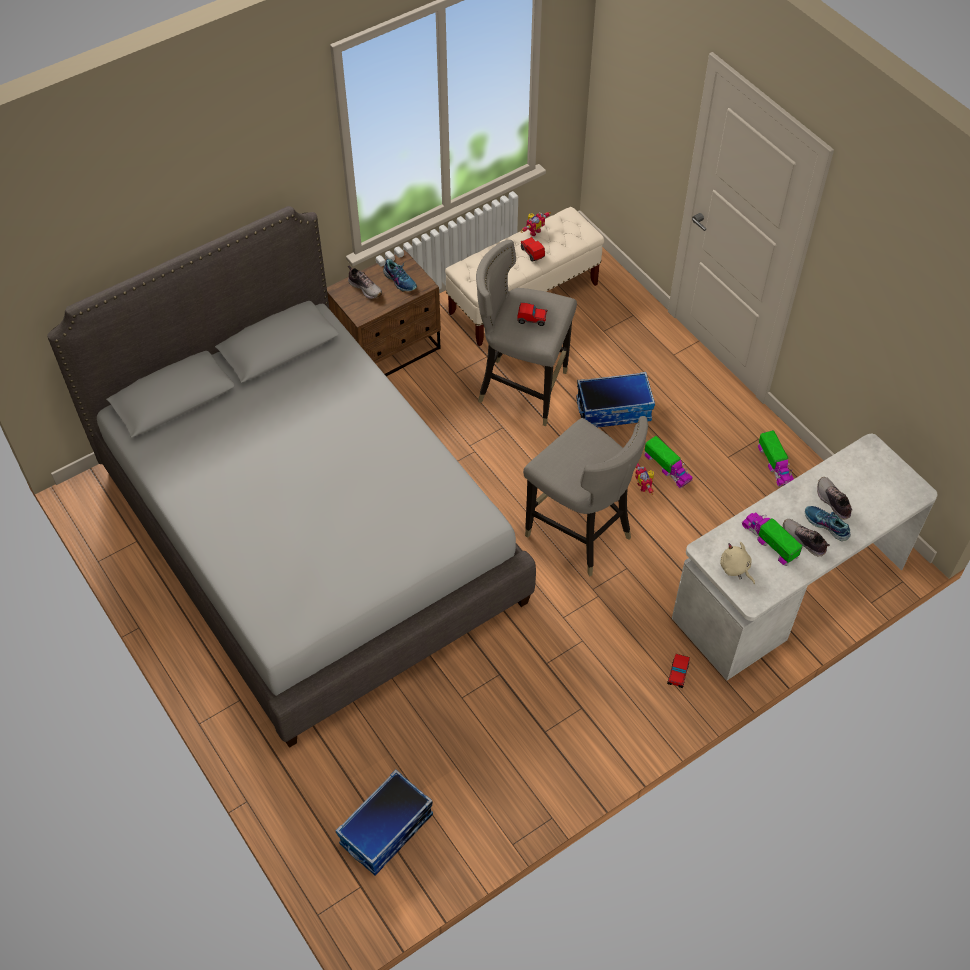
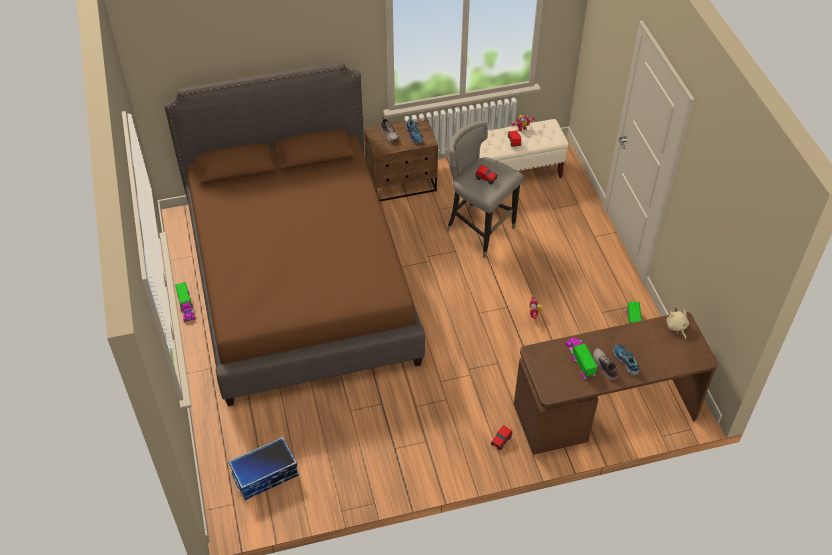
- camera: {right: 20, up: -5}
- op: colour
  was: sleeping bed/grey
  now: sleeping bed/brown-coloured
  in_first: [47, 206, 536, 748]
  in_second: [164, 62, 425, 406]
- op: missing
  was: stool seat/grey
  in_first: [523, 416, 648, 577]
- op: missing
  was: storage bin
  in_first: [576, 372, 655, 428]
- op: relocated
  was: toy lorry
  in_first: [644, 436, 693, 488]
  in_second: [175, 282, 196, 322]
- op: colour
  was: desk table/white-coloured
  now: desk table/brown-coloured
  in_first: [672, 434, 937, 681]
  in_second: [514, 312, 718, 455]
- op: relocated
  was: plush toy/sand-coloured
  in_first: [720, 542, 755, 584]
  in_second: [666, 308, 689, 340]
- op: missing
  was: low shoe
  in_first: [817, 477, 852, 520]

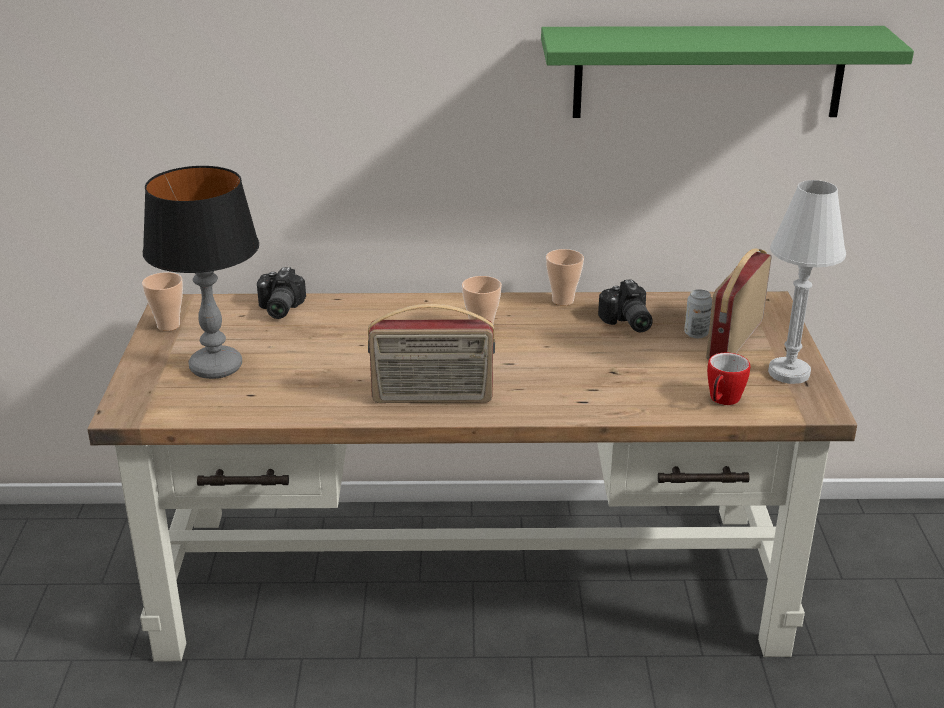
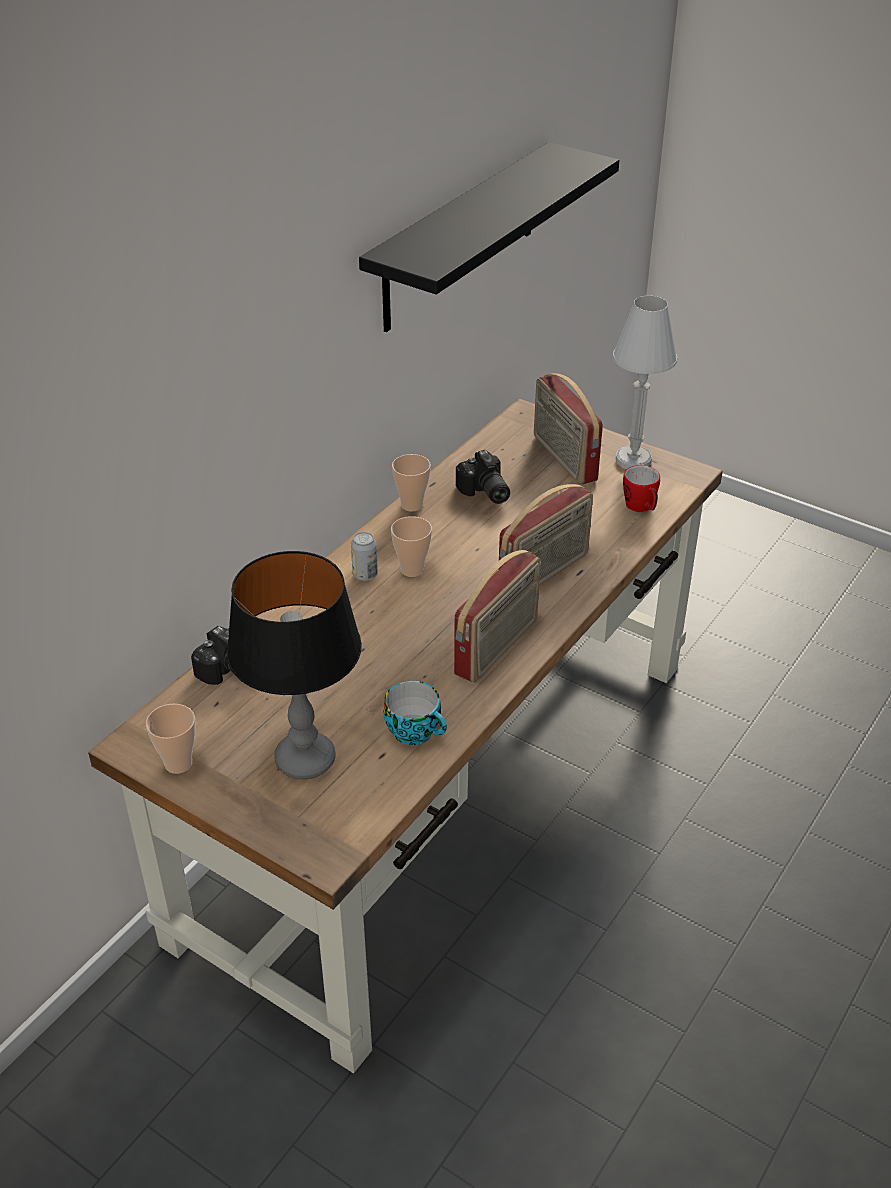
- camera: {right: -55, up: 10}
- op: colour
  was: bracket shelf/greenish
  now: bracket shelf/black
  in_first: [541, 26, 914, 118]
  in_second: [359, 142, 619, 332]
- op: spun
  was: still camera
  in_first: [598, 279, 653, 332]
  in_second: [456, 450, 510, 504]
  clockwise: 45
- op: relocated
  was: metal can
  in_first: [684, 289, 712, 338]
  in_second: [351, 532, 378, 581]
- op: appeared
  now: cup
  in_second: [383, 681, 447, 745]
- op: appeared
  now: radio set
  in_second: [498, 484, 593, 586]

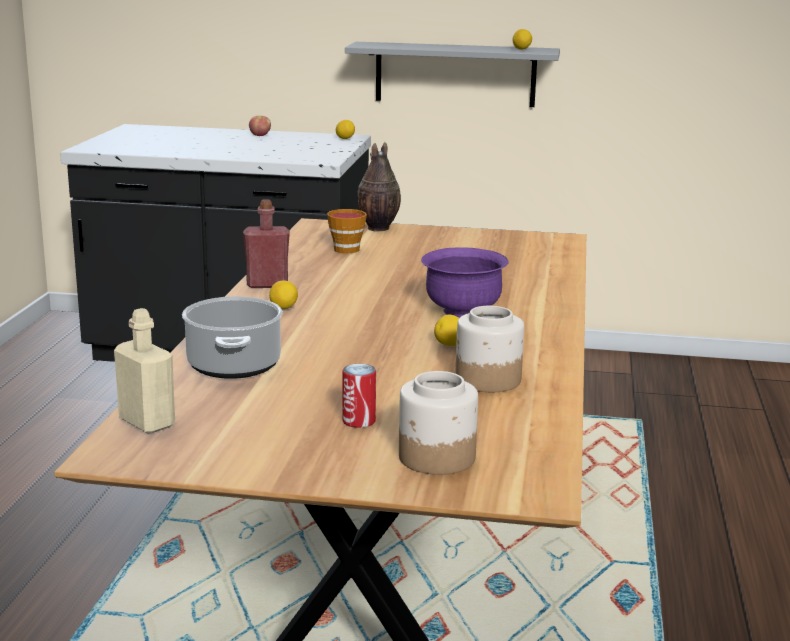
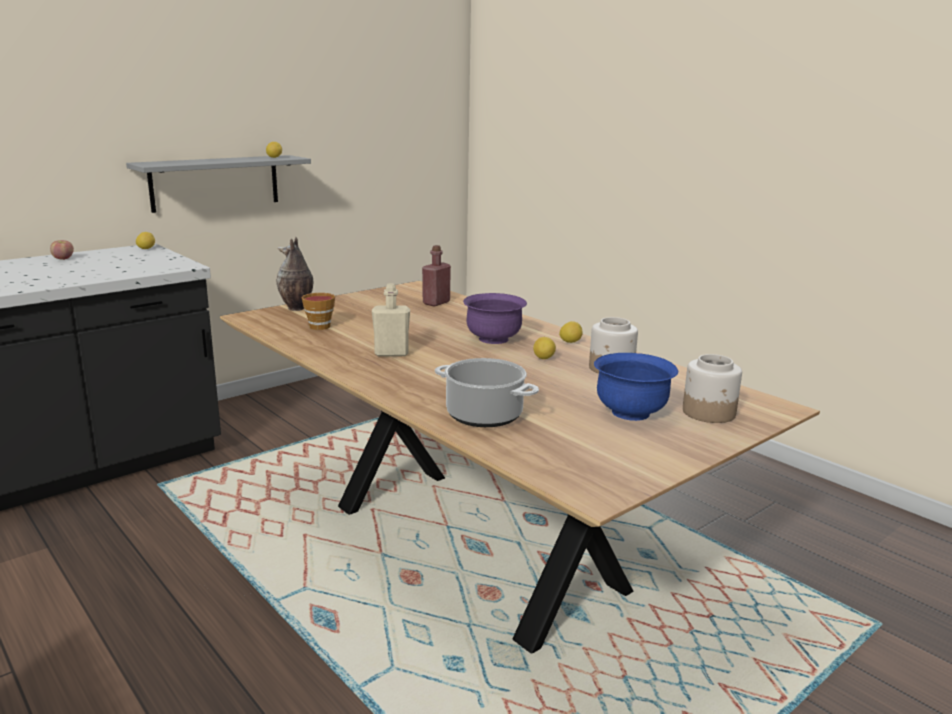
- camera: {right: -50, up: 0}
- op: relocated
  was: drink bottle/sand-coloured
  in_first: [114, 308, 175, 434]
  in_second: [372, 284, 410, 357]
- op: relocated
  was: drink bottle/reddish
  in_first: [243, 200, 290, 288]
  in_second: [422, 245, 451, 306]
- op: relocated
  was: lemon
  in_first: [269, 281, 298, 309]
  in_second: [559, 321, 583, 343]
- op: exchanged
  was: metal can
  now: bowl/blue
  in_first: [342, 364, 376, 428]
  in_second: [594, 353, 678, 421]

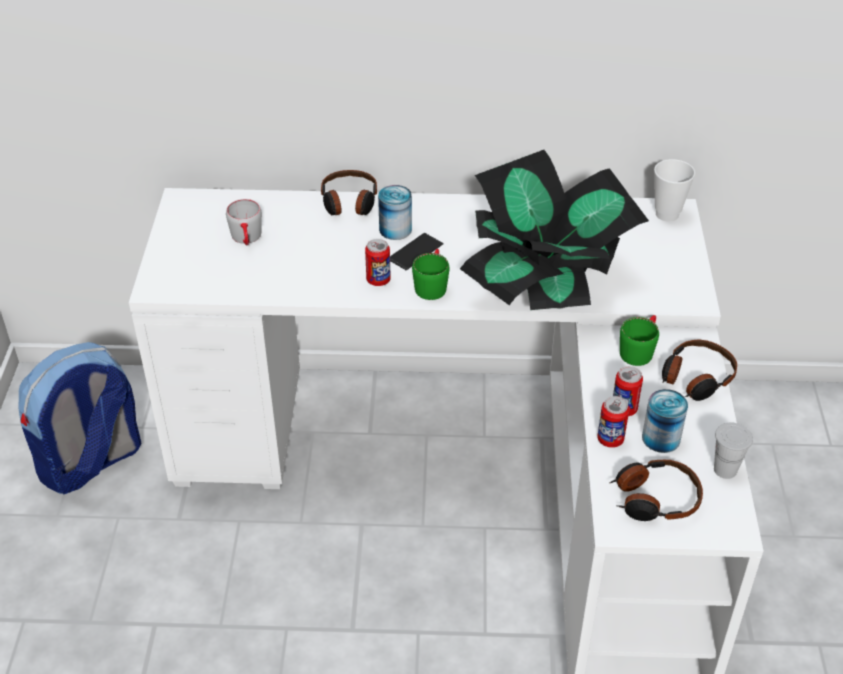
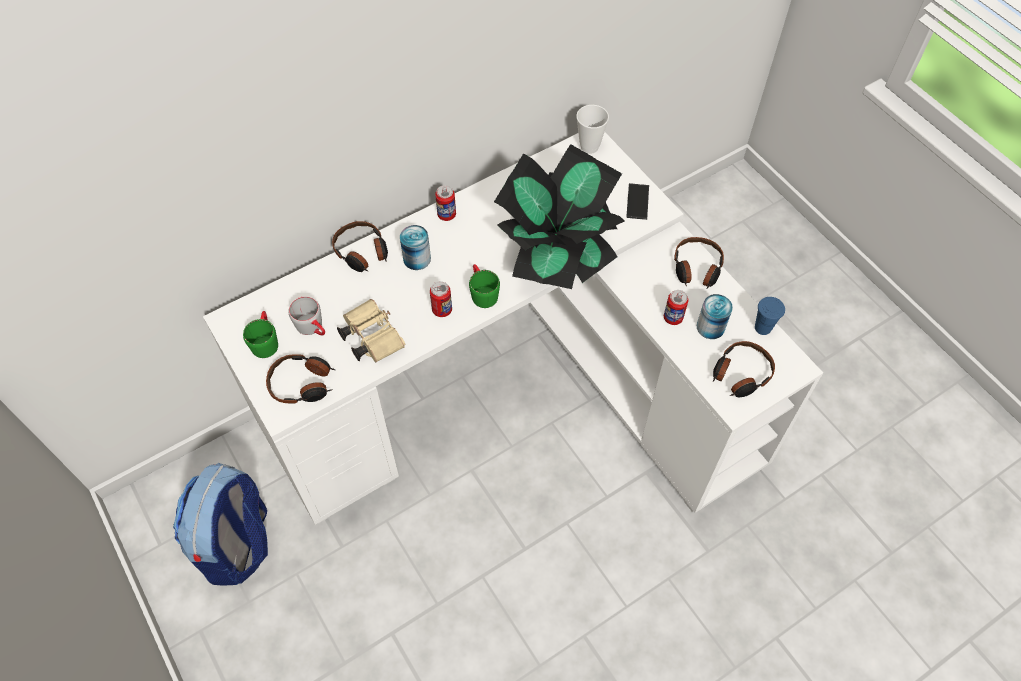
- camera: {right: -35, up: 15}
- op: relocated
  was: telephone
  in_first: [390, 233, 443, 270]
  in_second: [626, 183, 649, 220]
- op: relocated
  was: metal can
  in_first: [597, 396, 629, 448]
  in_second: [435, 185, 456, 221]
- op: relocated
  was: coffee mug/greenish
  in_first: [620, 315, 659, 366]
  in_second: [243, 311, 278, 358]
- op: colour
  was: cup/white-coloured
  now: cup/blue
  in_first: [714, 423, 753, 479]
  in_second: [755, 297, 785, 335]
- op: appeared
  now: headset
  in_second: [266, 354, 336, 404]
- op: appeared
  now: field glasses/sand-coloured
  in_second: [337, 299, 406, 362]

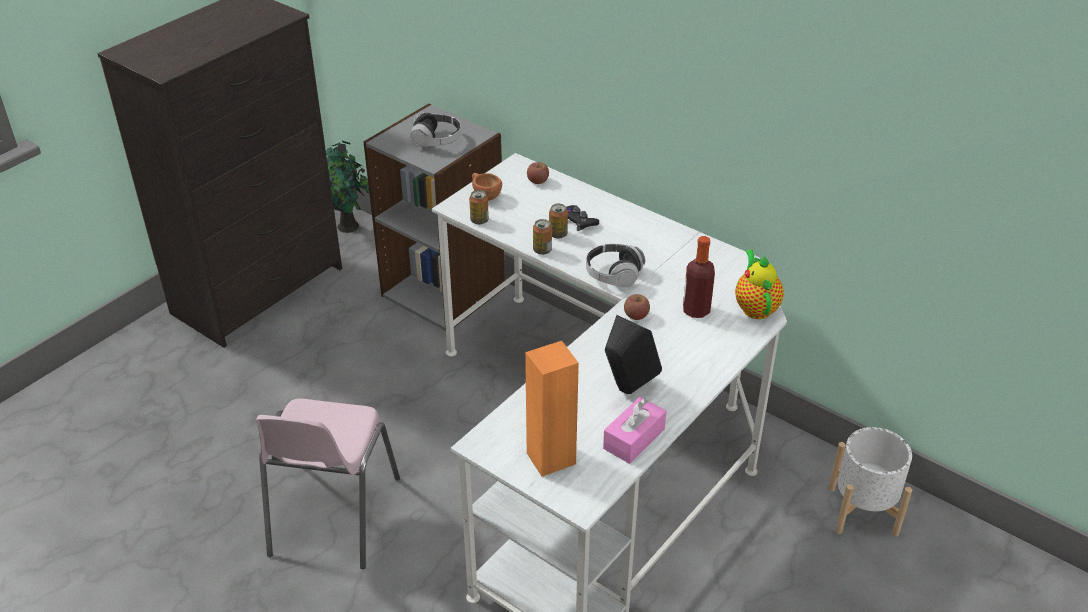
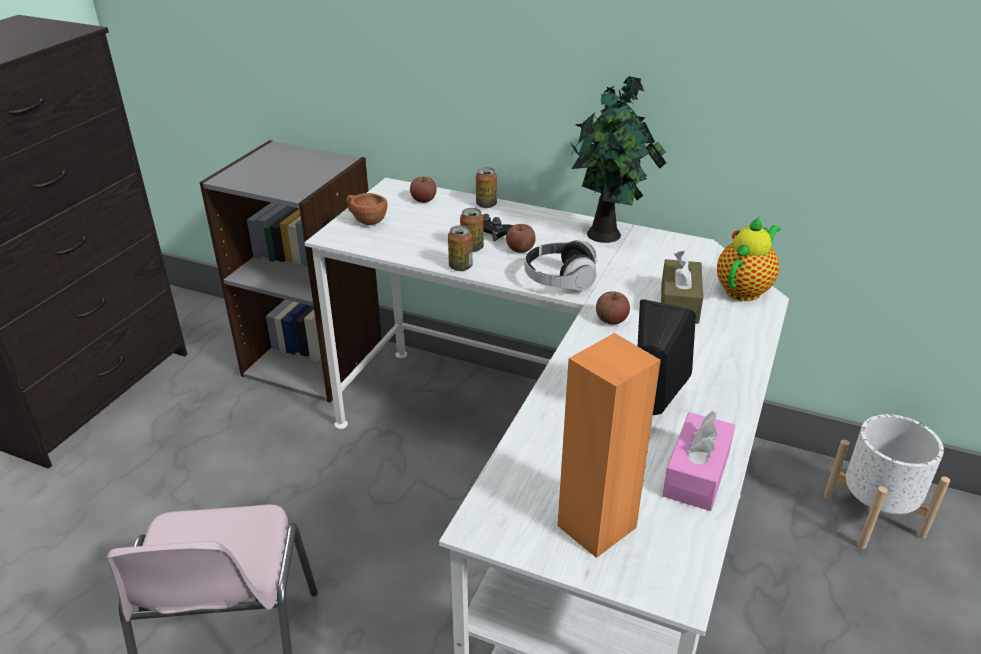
- camera: {right: -15, up: -5}
- op: relocated
  was: houseplant
  in_first: [326, 141, 369, 233]
  in_second: [571, 76, 666, 243]
- op: missing
  was: headset
  in_first: [410, 112, 461, 148]
- op: relocated
  was: metal can
  in_first: [469, 190, 489, 225]
  in_second: [476, 167, 497, 208]
- op: exchanged
  was: drink bottle
  now: box of tissues/brown-coloured
  in_first: [683, 236, 715, 318]
  in_second: [661, 251, 703, 324]
- op: spun
  was: pot for tea
  in_first: [735, 249, 784, 319]
  in_second: [717, 217, 781, 301]
  clockwise: 60
- op: appeared
  now: apple
  in_second: [506, 224, 536, 253]

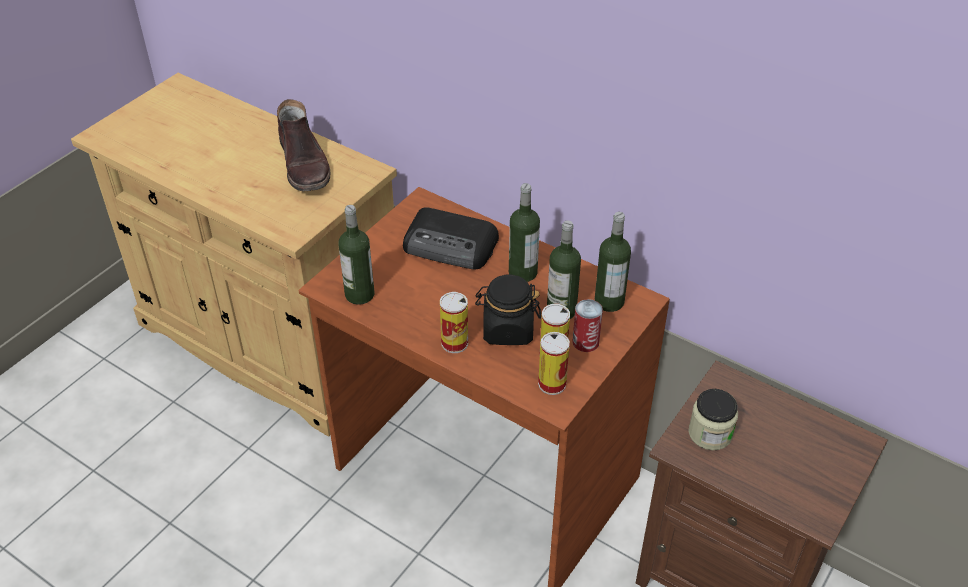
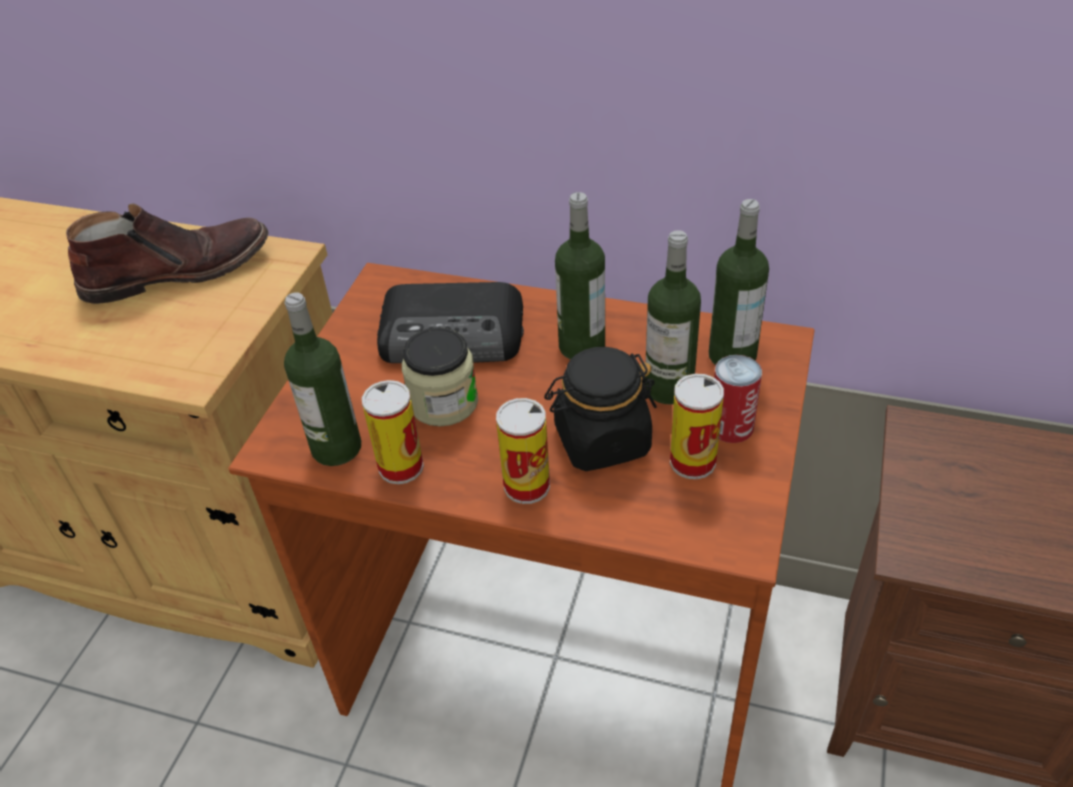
- camera: {right: -15, up: 0}
- op: spun
  was: tall boot/brown-coloured
  in_first: [277, 99, 331, 191]
  in_second: [66, 203, 269, 304]
  clockwise: -75
- op: relocated
  was: metal can
  in_first: [538, 332, 570, 395]
  in_second: [362, 380, 424, 484]
- op: relocated
  was: jar
  in_first: [688, 389, 738, 450]
  in_second: [402, 327, 478, 426]

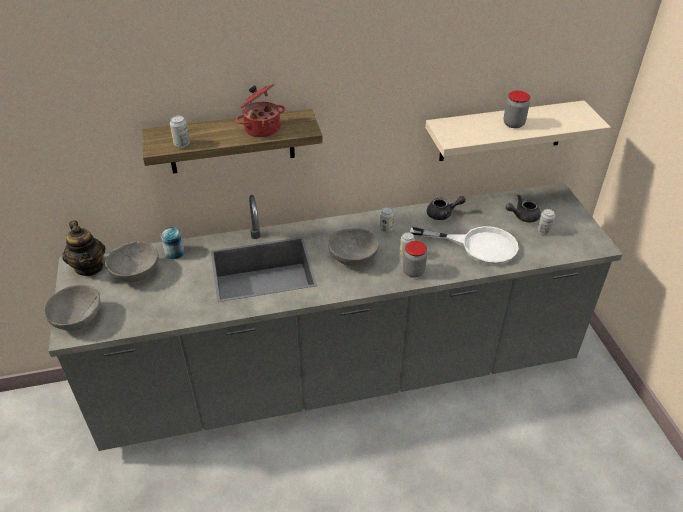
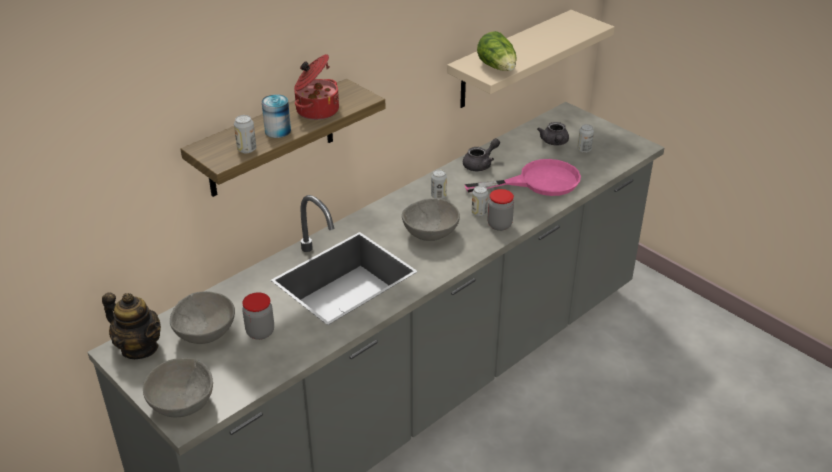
- camera: {right: -30, up: -5}
- op: relocated
  was: metal can
  in_first: [161, 227, 184, 259]
  in_second: [262, 94, 291, 138]
- op: colour
  was: skillet/white-coloured
  now: skillet/pinkish
  in_first: [410, 226, 518, 265]
  in_second: [465, 159, 581, 196]
- op: relocated
  was: jar
  in_first: [503, 91, 530, 128]
  in_second: [242, 292, 274, 340]
- op: spun
  was: pot for tea/grey
  in_first: [506, 195, 541, 222]
  in_second: [537, 122, 569, 145]
  clockwise: -45
- op: appeared
  now: lettuce head
  in_second: [477, 31, 517, 71]

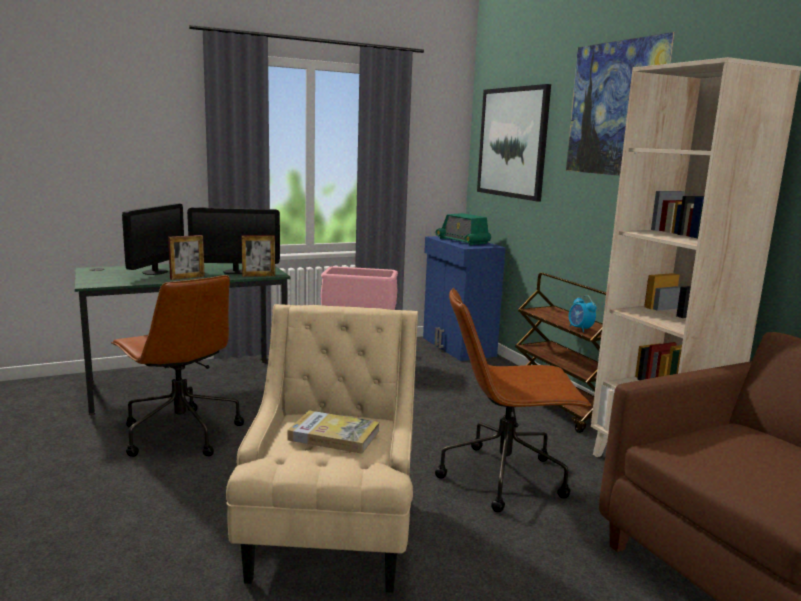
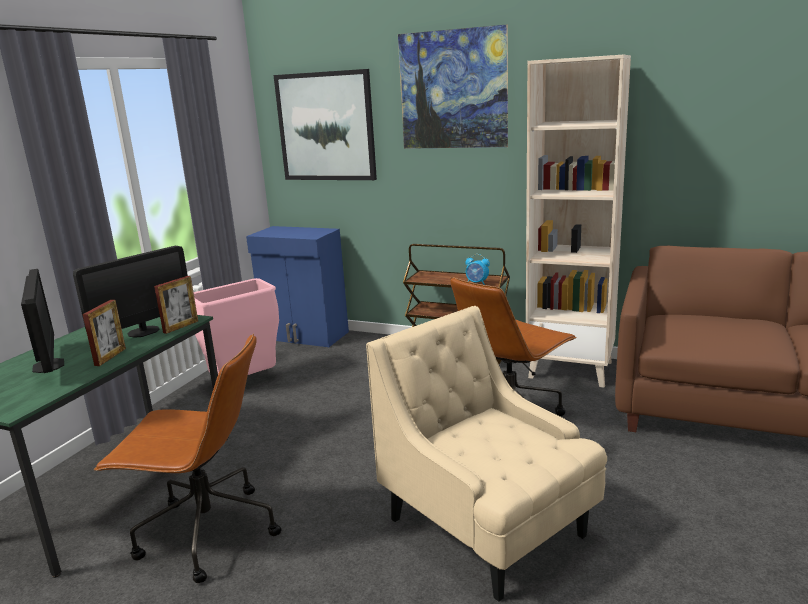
- camera: {right: -40, up: 5}
- op: missing
  was: book
  in_first: [287, 411, 379, 454]
- op: missing
  was: radio set
  in_first: [436, 213, 491, 245]

